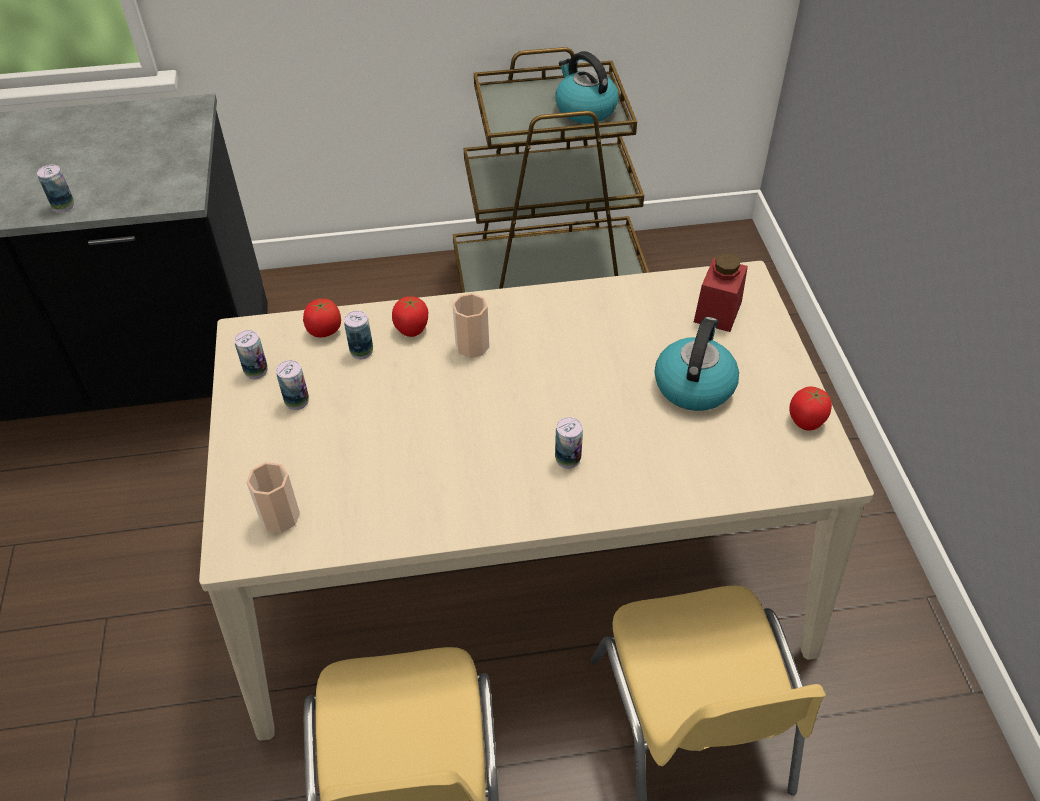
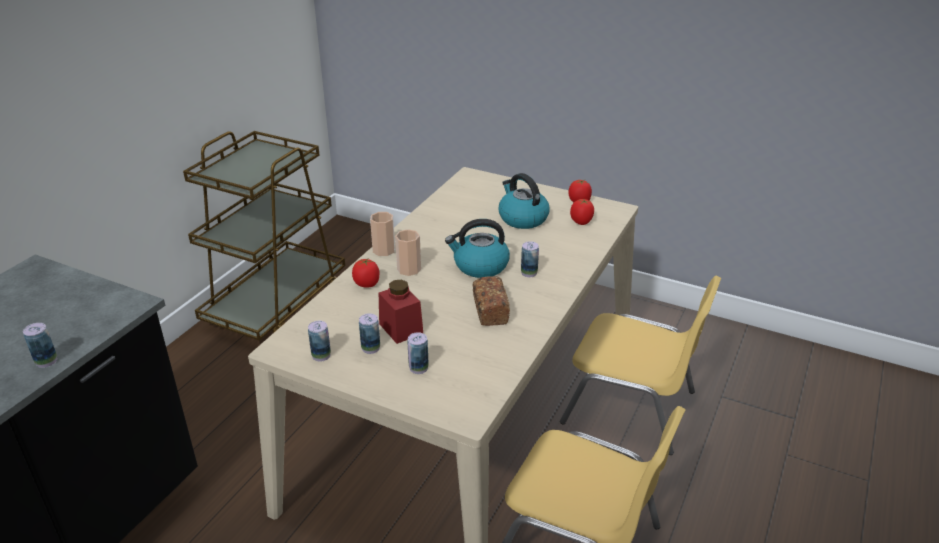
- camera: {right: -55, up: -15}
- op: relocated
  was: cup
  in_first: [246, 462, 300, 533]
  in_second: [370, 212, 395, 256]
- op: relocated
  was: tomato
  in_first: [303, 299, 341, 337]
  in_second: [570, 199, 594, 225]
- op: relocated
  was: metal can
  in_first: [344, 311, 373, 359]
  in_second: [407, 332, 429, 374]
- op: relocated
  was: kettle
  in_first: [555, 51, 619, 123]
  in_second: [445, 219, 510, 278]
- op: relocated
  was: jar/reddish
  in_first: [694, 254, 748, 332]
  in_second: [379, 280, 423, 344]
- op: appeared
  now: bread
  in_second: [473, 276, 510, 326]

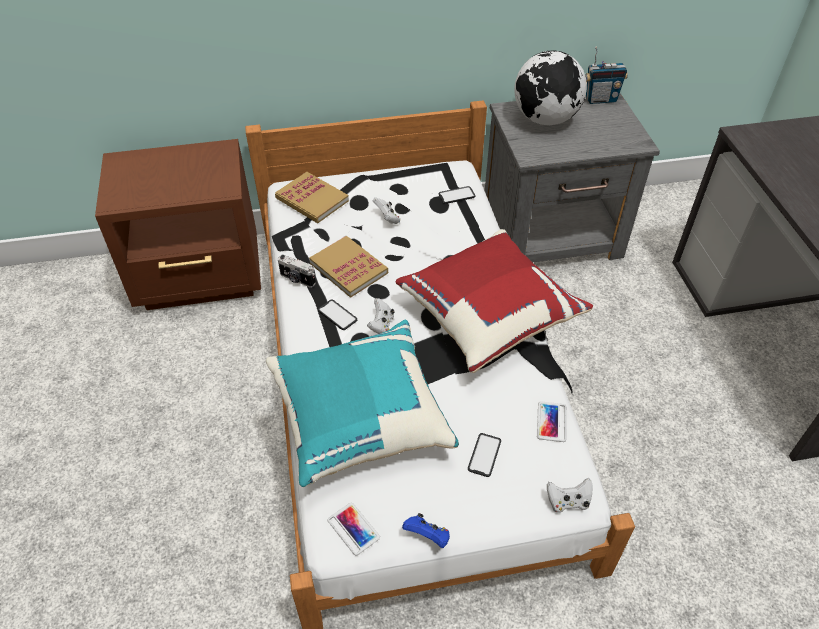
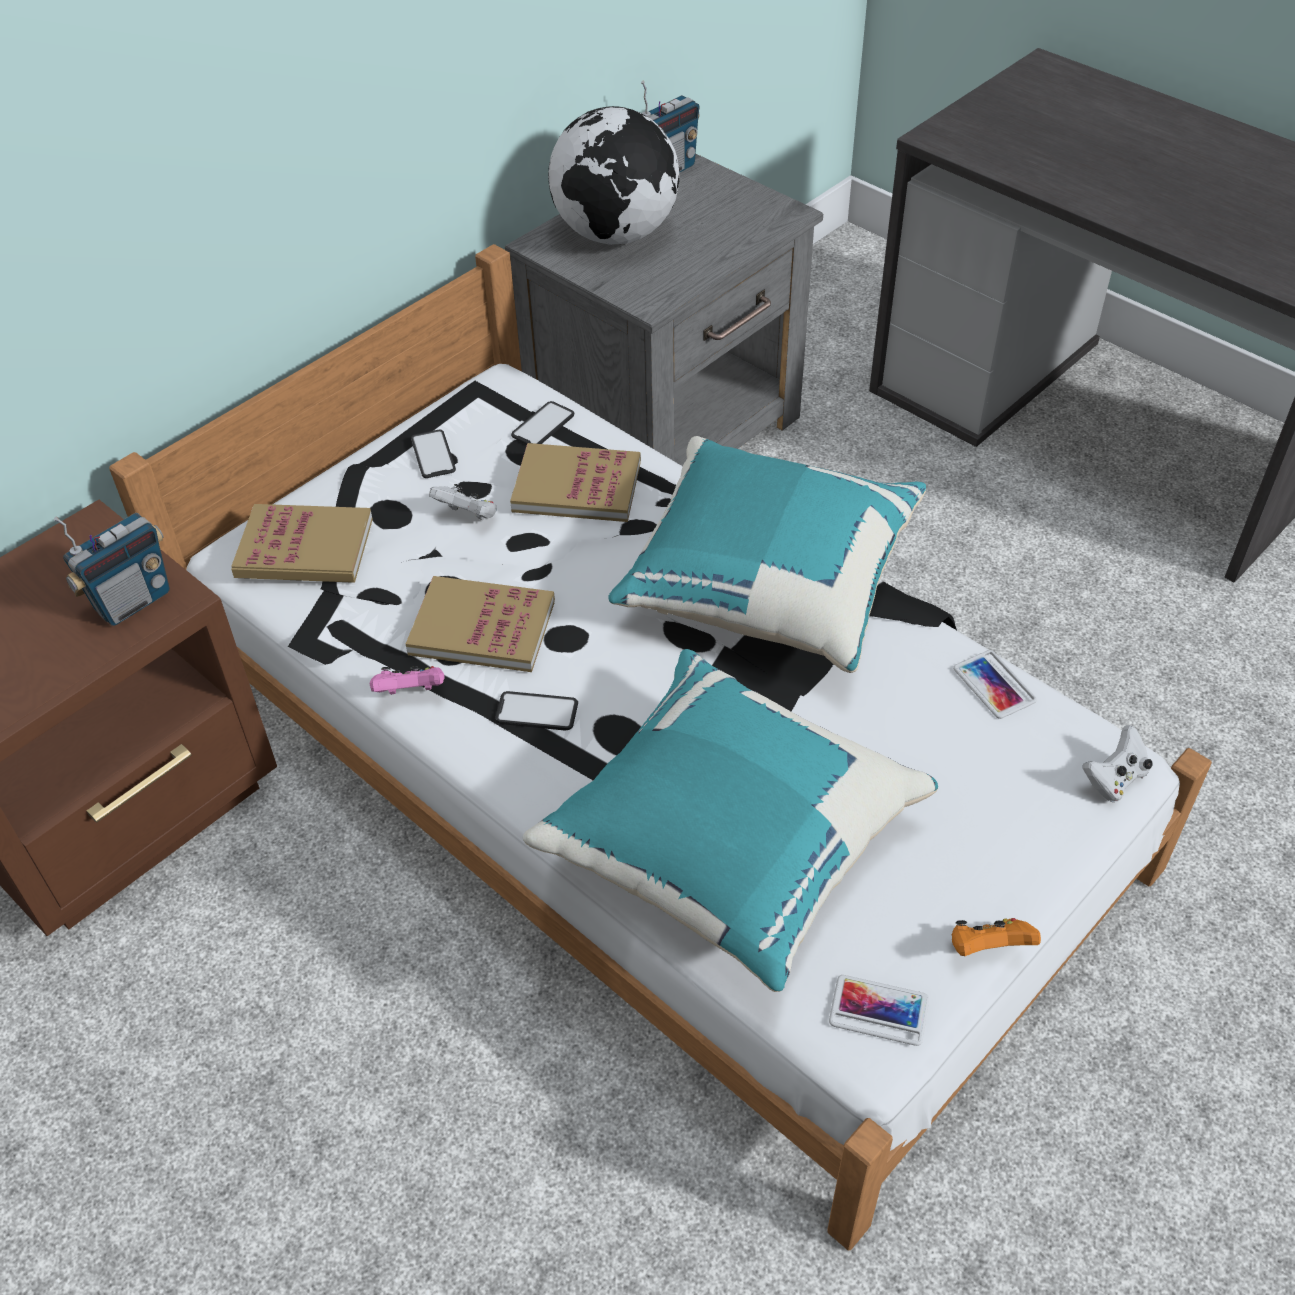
- camera: {right: -35, up: 0}
- op: exchanged
  was: still camera
  now: gamepad/pinkish
  in_first: [278, 255, 316, 288]
  in_second: [370, 666, 445, 695]
- op: missing
  was: gamepad/white-coloured
  in_first: [367, 298, 395, 334]
- op: colour
  was: cushion/reddish
  now: cushion/blue-green
  in_first: [396, 229, 593, 373]
  in_second: [608, 436, 926, 673]
- op: colour
  was: gamepad/blue
  now: gamepad/orangey
  in_first: [402, 513, 450, 548]
  in_second: [951, 918, 1041, 956]
- op: relocated
  was: telephone
  in_first: [468, 433, 501, 477]
  in_second: [411, 429, 456, 478]
- op: appeared
  now: radio set
  in_second: [54, 513, 170, 626]
- op: appeared
  now: book
  in_second: [510, 443, 641, 522]

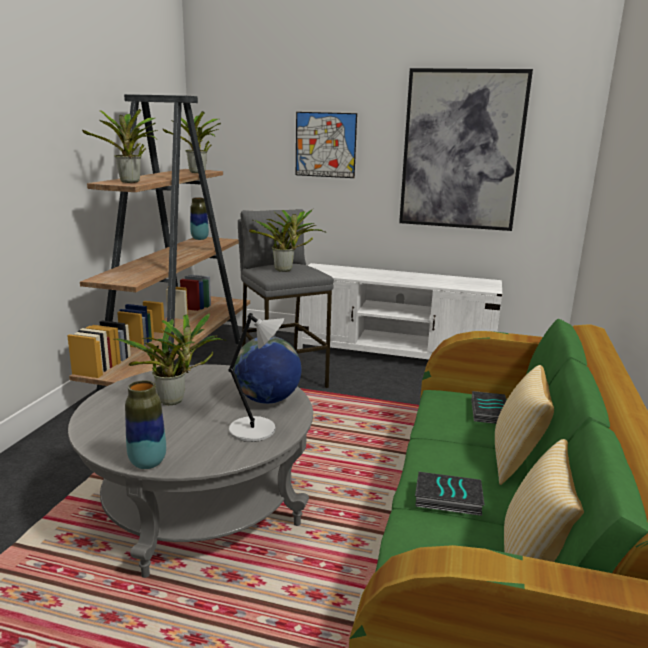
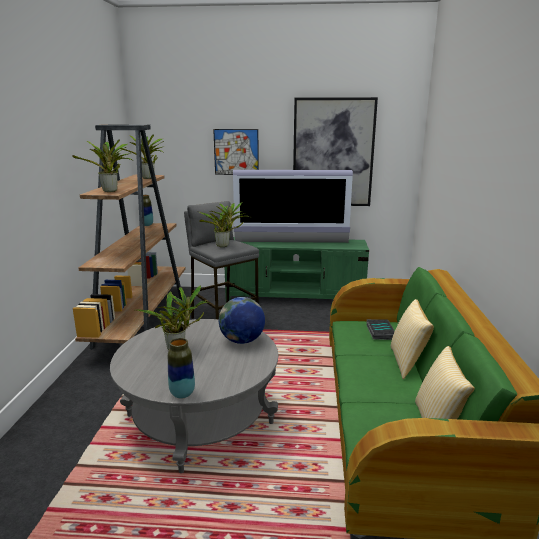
- camera: {right: -10, up: 0}
- op: missing
  was: lamp for a table/grey
  in_first: [228, 313, 284, 442]
- op: colour
  was: media console/white-coloured
  now: media console/greenish
  in_first: [296, 263, 502, 359]
  in_second: [225, 237, 369, 301]
- op: missing
  was: book
  in_first: [415, 472, 485, 516]
- op: appeared
  now: television
  in_second: [233, 170, 353, 243]

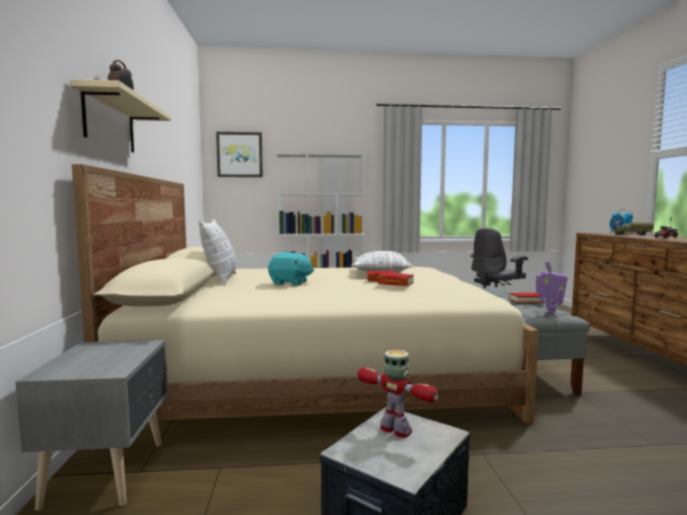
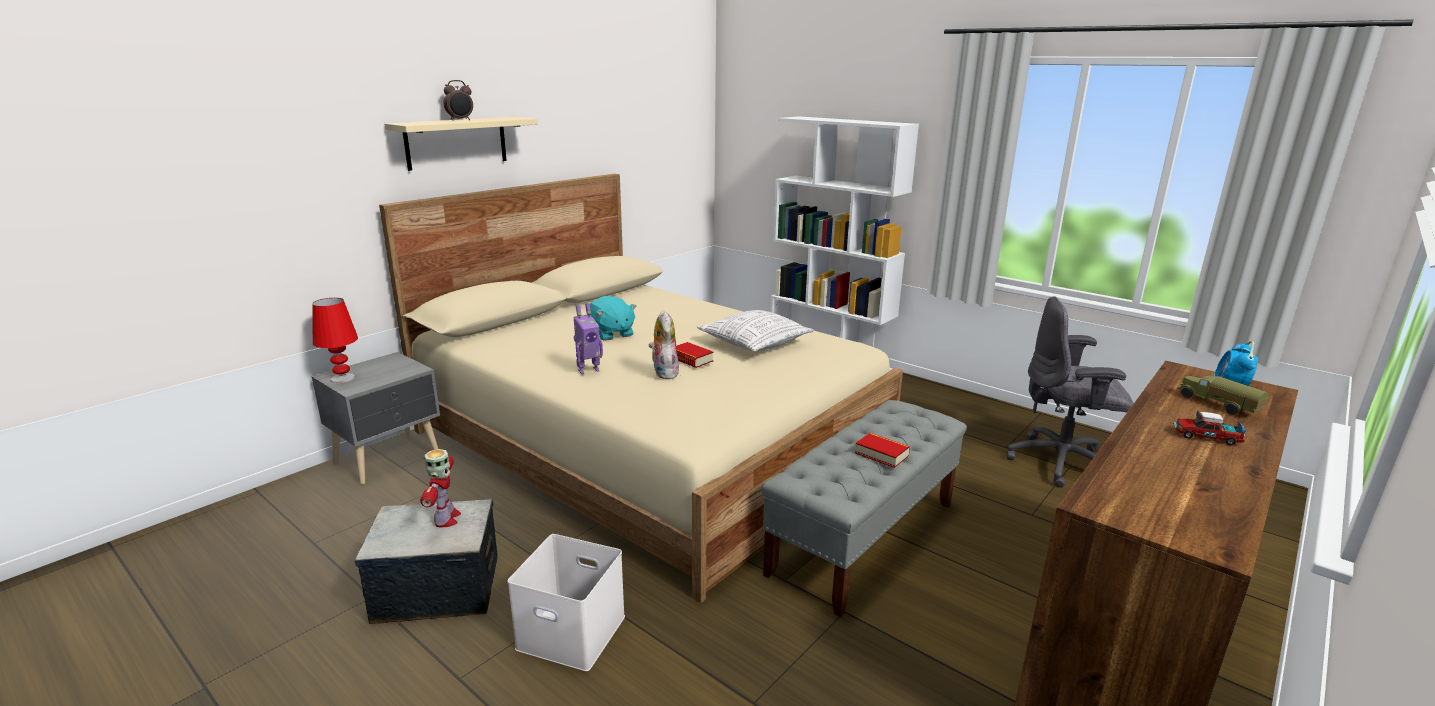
- camera: {right: 45, up: 15}
- op: missing
  was: cushion
  in_first: [198, 219, 236, 285]
- op: missing
  was: wall art
  in_first: [216, 132, 263, 177]
- op: exchanged
  was: book
  now: plush toy
  in_first: [377, 273, 414, 286]
  in_second: [649, 310, 679, 379]
- op: relocated
  was: model robot
  in_first: [536, 261, 568, 317]
  in_second: [574, 303, 603, 374]
- op: appeared
  now: lamp for a table/reddish
  in_second: [312, 298, 358, 383]
- op: appeared
  now: storage bin/white-coloured
  in_second: [507, 534, 625, 671]

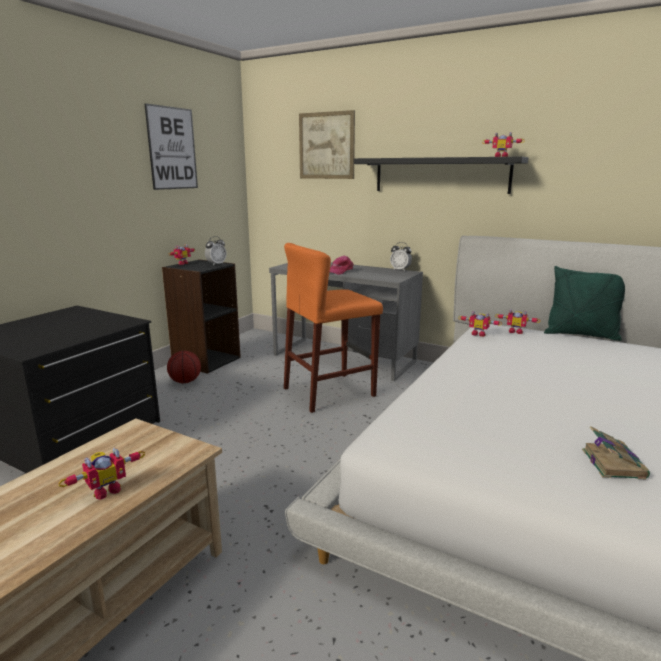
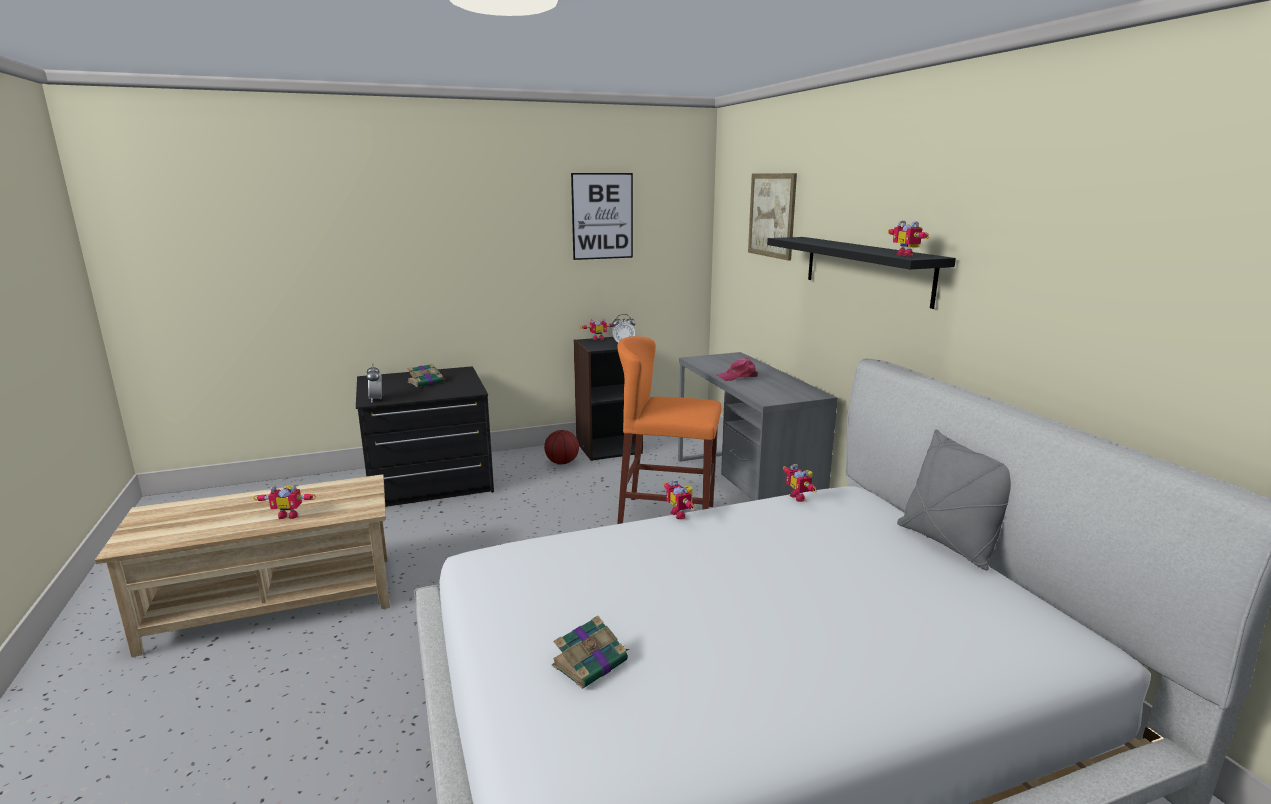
- camera: {right: 40, up: 0}
- op: relocated
  was: table clock
  in_first: [390, 242, 412, 271]
  in_second: [366, 364, 382, 402]
- op: relocated
  was: model robot
  in_first: [495, 309, 541, 334]
  in_second: [664, 480, 695, 519]
- op: colour
  was: cushion/greenish
  now: cushion/grey
  in_first: [544, 266, 625, 341]
  in_second: [897, 429, 1011, 570]
- op: appeared
  now: book
  in_second: [407, 364, 445, 387]

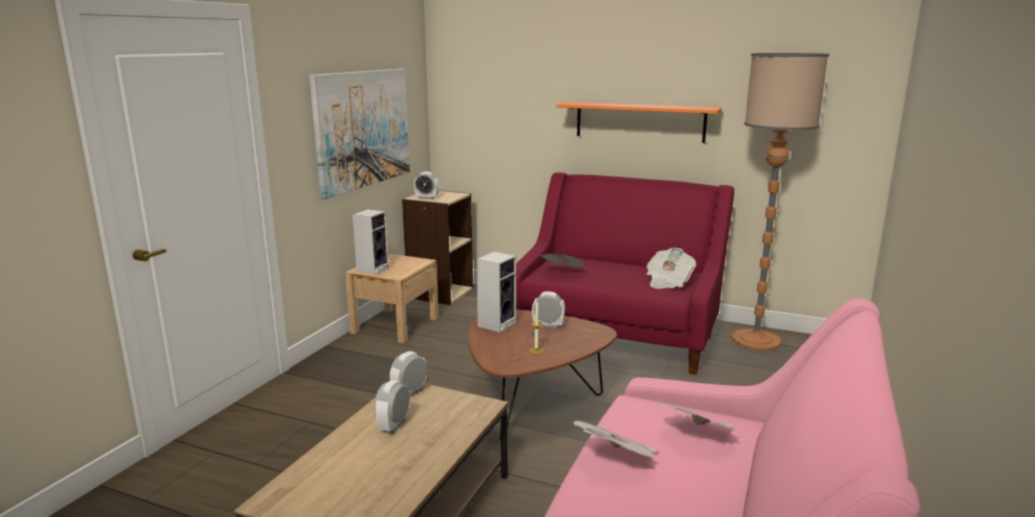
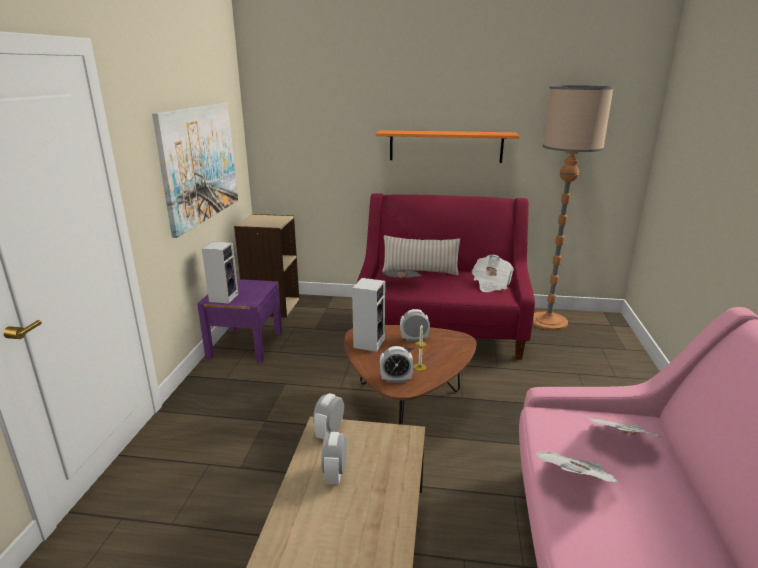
- camera: {right: -15, up: 5}
- op: colour
  was: nightstand/sand-coloured
  now: nightstand/purple
  in_first: [345, 254, 439, 343]
  in_second: [198, 279, 282, 363]
- op: relocated
  was: table clock
  in_first: [414, 172, 439, 199]
  in_second: [380, 346, 413, 383]
- op: appeared
  now: cushion/sand-coloured
  in_second: [382, 235, 460, 276]

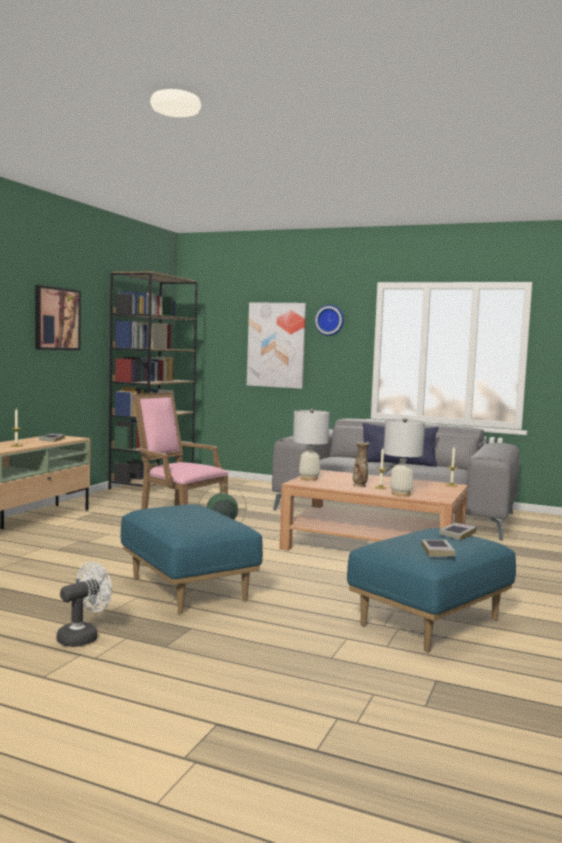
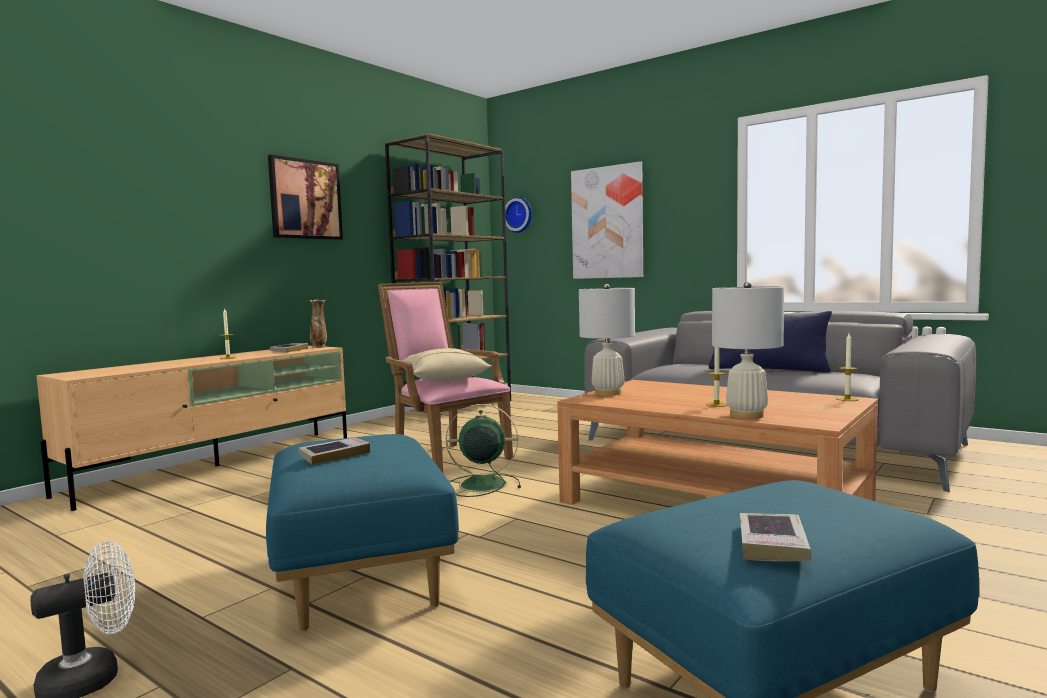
- camera: {right: 15, up: 0}
- op: relocated
  was: clock on the wall
  in_first: [315, 305, 344, 336]
  in_second: [505, 197, 532, 233]
- op: relocated
  was: flower vase
  in_first: [353, 442, 370, 487]
  in_second: [309, 300, 327, 348]
- op: relocated
  was: book
  in_first: [439, 523, 476, 540]
  in_second: [298, 437, 370, 465]
- op: appeared
  now: cushion/sand-coloured
  in_second: [402, 348, 492, 382]

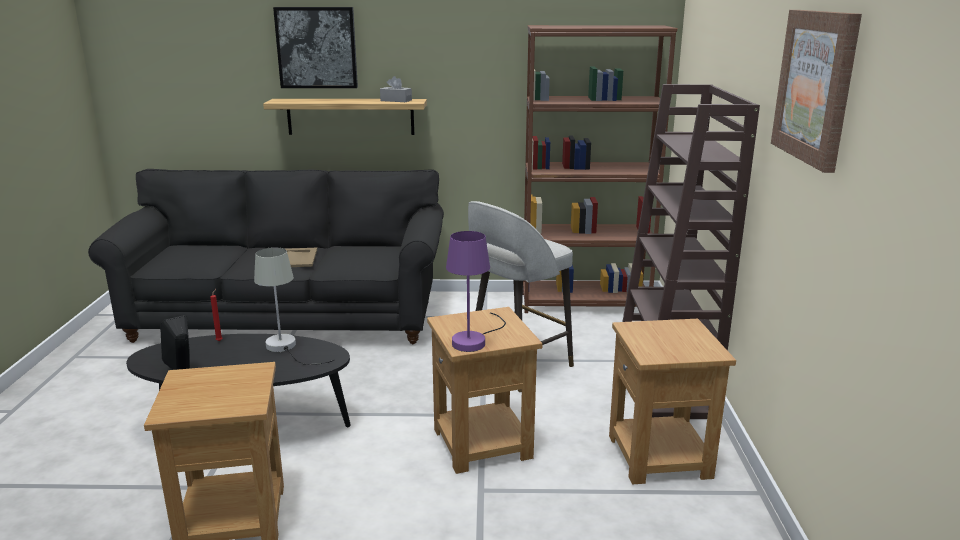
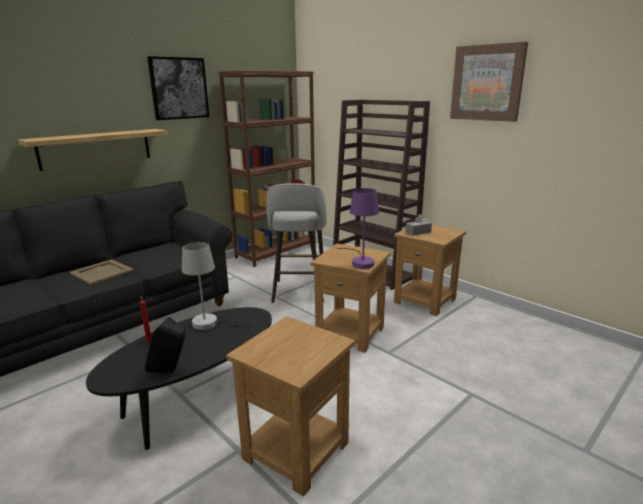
- camera: {right: -45, up: 0}
- op: relocated
  was: wall art
  in_first: [273, 7, 358, 88]
  in_second: [147, 56, 209, 120]
- op: relocated
  was: box of tissues/grey
  in_first: [380, 76, 412, 102]
  in_second: [406, 214, 432, 236]

